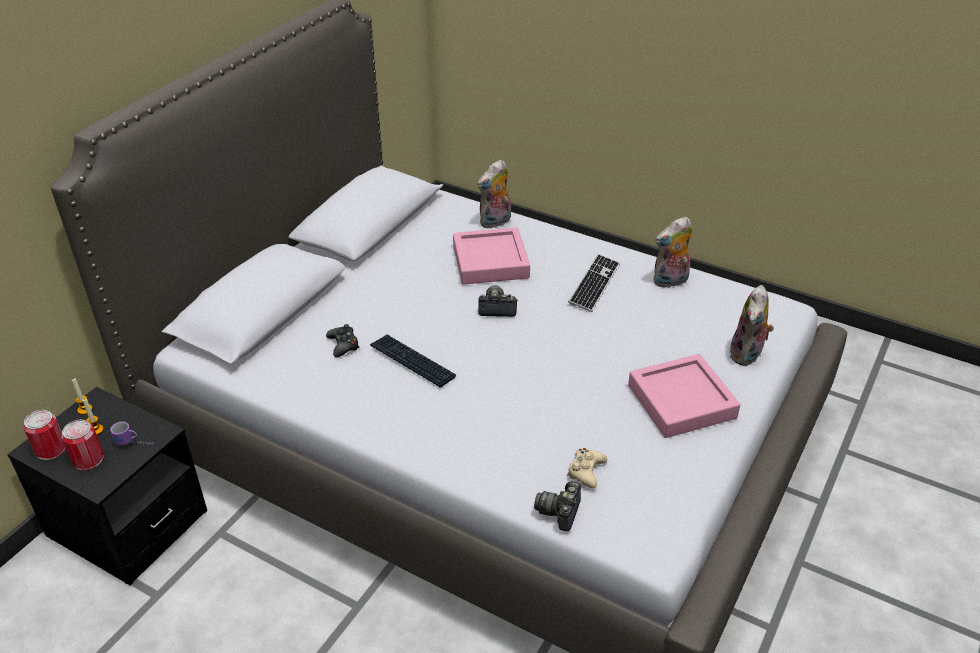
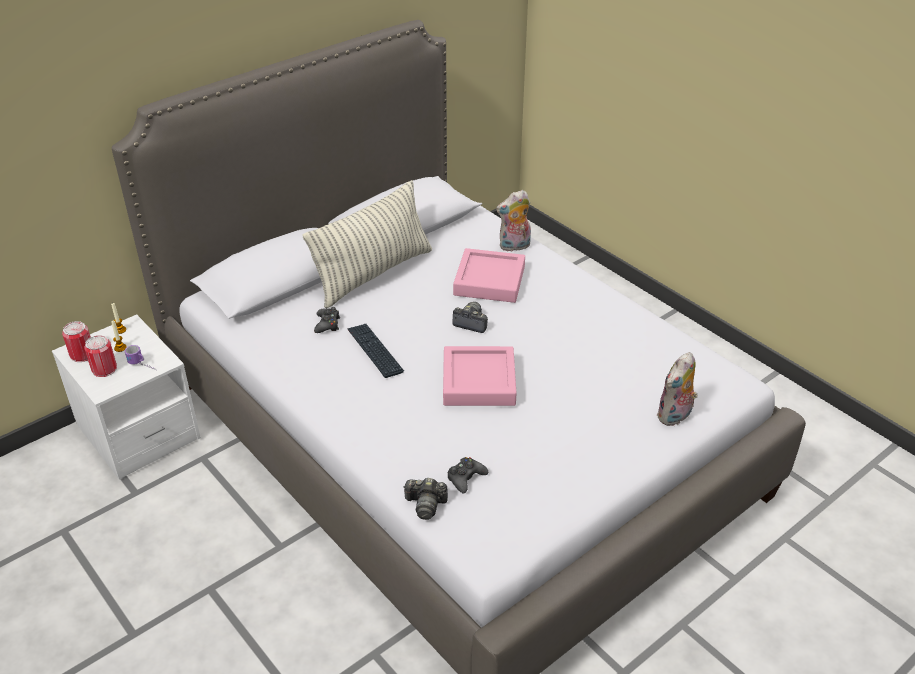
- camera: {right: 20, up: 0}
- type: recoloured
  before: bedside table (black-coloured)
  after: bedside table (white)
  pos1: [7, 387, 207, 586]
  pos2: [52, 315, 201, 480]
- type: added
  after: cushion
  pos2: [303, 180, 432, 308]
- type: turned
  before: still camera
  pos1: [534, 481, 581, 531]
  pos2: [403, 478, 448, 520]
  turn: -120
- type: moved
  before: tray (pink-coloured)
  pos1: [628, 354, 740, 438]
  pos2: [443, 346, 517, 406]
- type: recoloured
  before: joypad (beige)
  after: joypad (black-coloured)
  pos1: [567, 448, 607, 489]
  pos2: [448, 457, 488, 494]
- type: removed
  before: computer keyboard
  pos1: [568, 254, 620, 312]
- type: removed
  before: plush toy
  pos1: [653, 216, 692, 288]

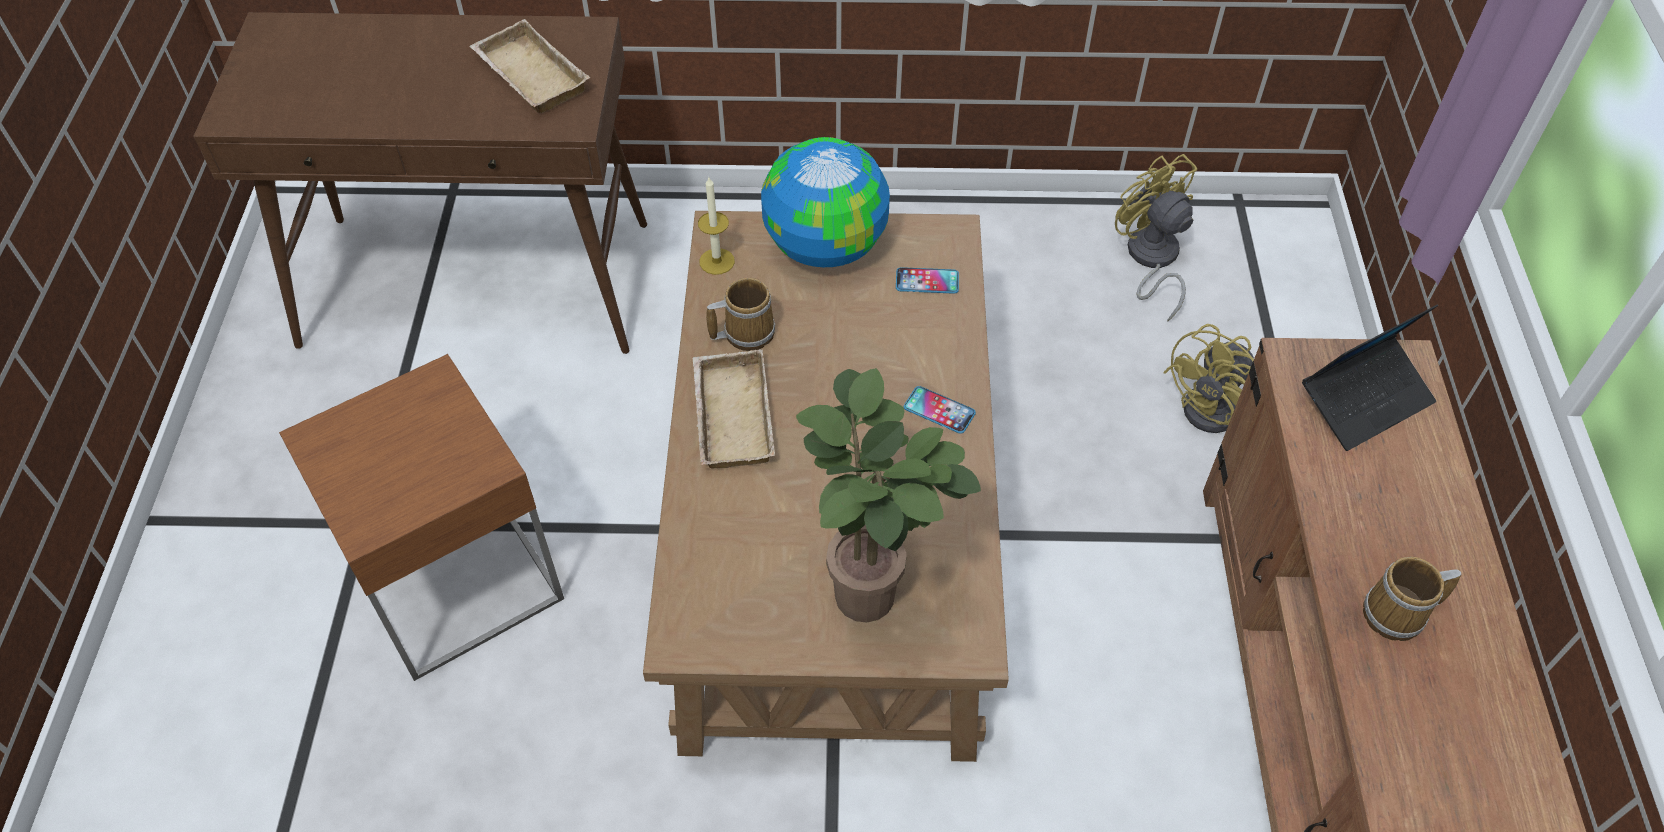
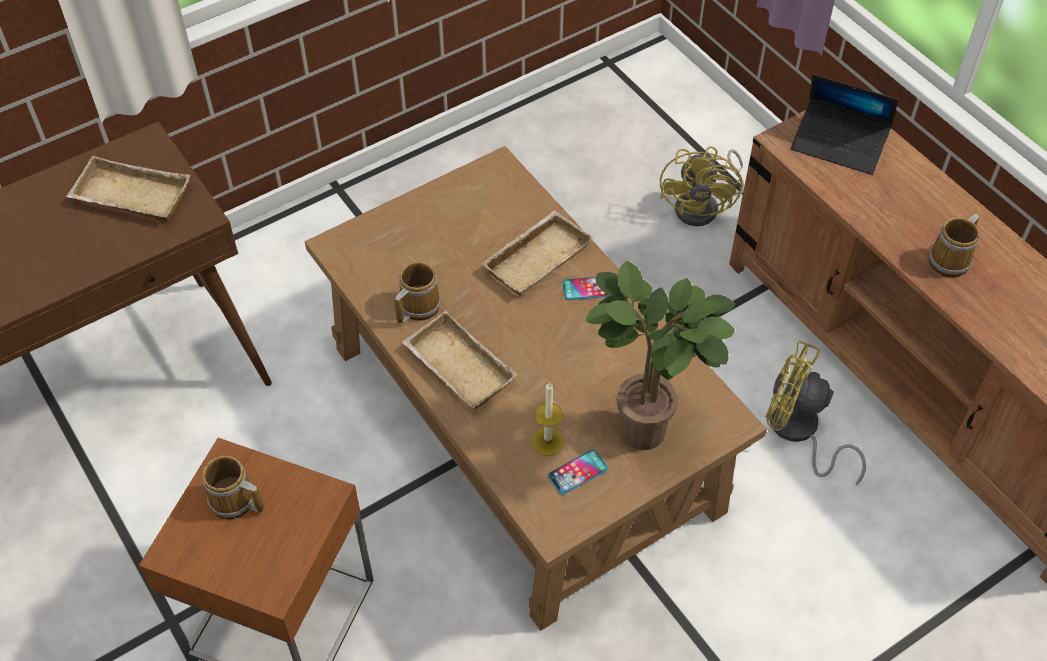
- camera: {right: -35, up: 0}
- type: added
  after: coffee mug
  pos2: [202, 456, 264, 520]
- type: added
  after: tray (beige)
  pos2: [481, 210, 593, 296]
- type: moved
  before: candle
  pos1: [698, 177, 735, 275]
  pos2: [532, 382, 564, 456]
- type: moved
  before: phone
  pos1: [896, 267, 959, 294]
  pos2: [547, 450, 608, 495]
- type: moved
  before: electric fan (yellowish)
  pos1: [1115, 154, 1197, 322]
  pos2: [765, 340, 866, 485]
- type: turned
  before: portable computer
  pos1: [1302, 304, 1438, 451]
  pos2: [791, 74, 898, 175]
  turn: 90
- type: removed
  before: desk globe
  pos1: [761, 137, 890, 267]

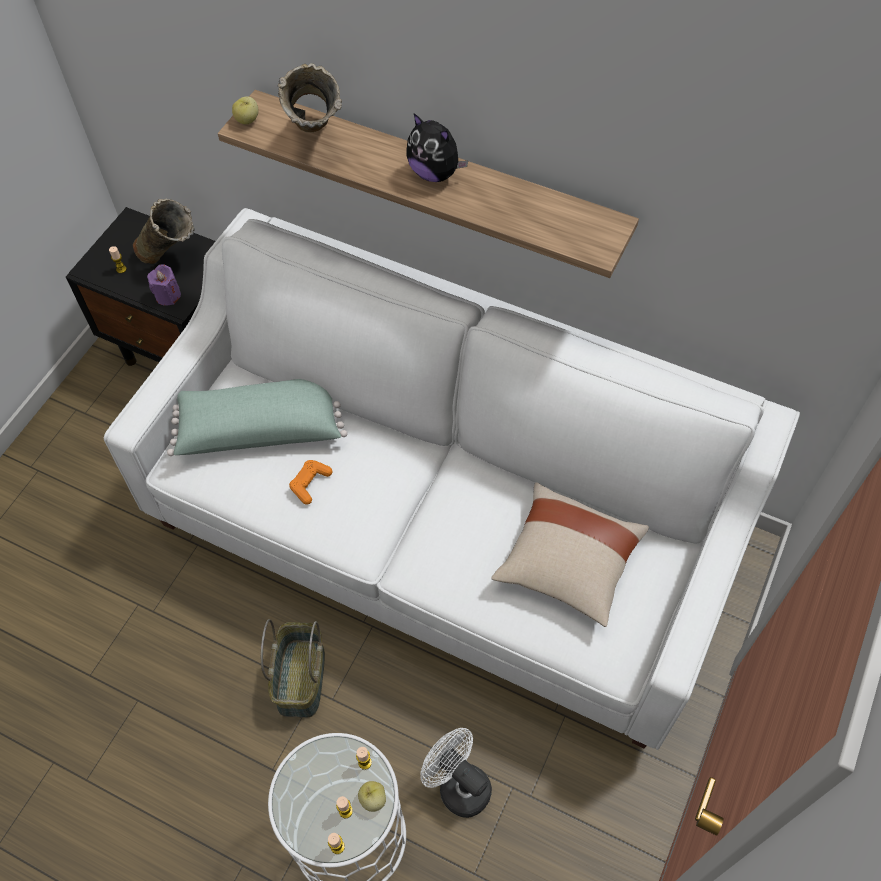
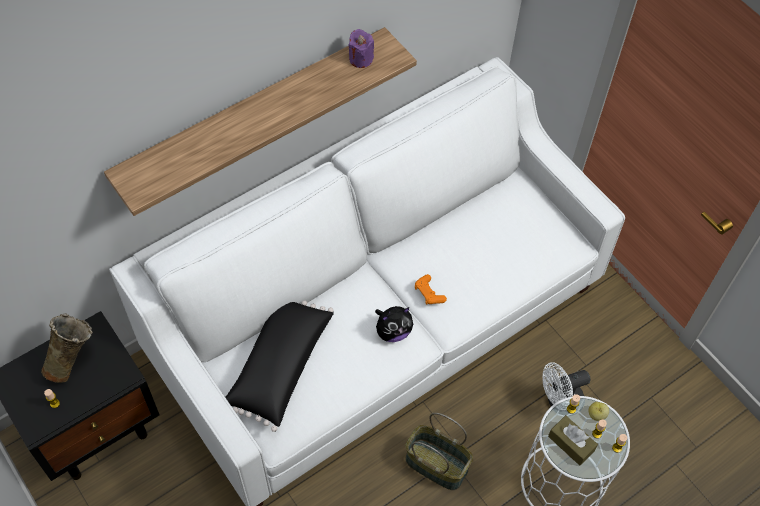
- camera: {right: -65, up: 0}
- type: recoloured
  before: cushion (green-coloured)
  after: cushion (black-coloured)
  pos1: [167, 379, 348, 456]
  pos2: [225, 301, 334, 432]
- type: moved
  before: candle (purplish)
  pos1: [147, 264, 181, 306]
  pos2: [348, 29, 374, 68]
- type: moved
  before: plush toy
  pos1: [407, 114, 468, 182]
  pos2: [375, 306, 413, 342]
- type: moved
  before: joypad (orange-coloured)
  pos1: [289, 460, 333, 505]
  pos2: [415, 274, 447, 305]
- type: added
  after: tissue box (brown-coloured)
  pos2: [548, 415, 598, 466]
- type: removed
  before: apple fruit
  pos1: [232, 96, 259, 124]
- type: removed
  before: flower vase (beige)
  pos1: [278, 63, 342, 132]
- type: removed
  before: cushion (beige)
  pos1: [491, 482, 649, 627]

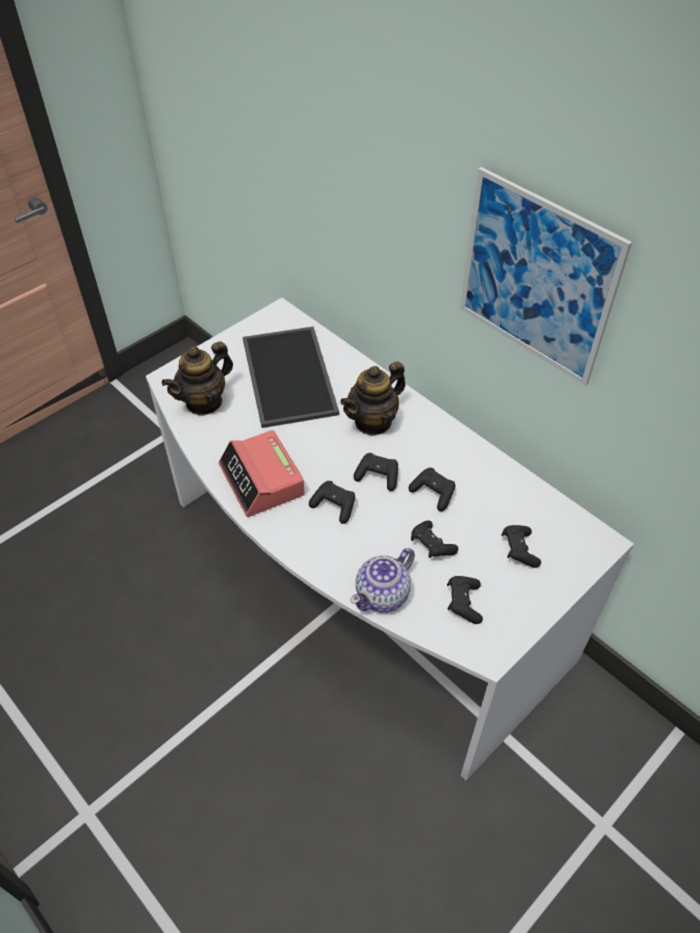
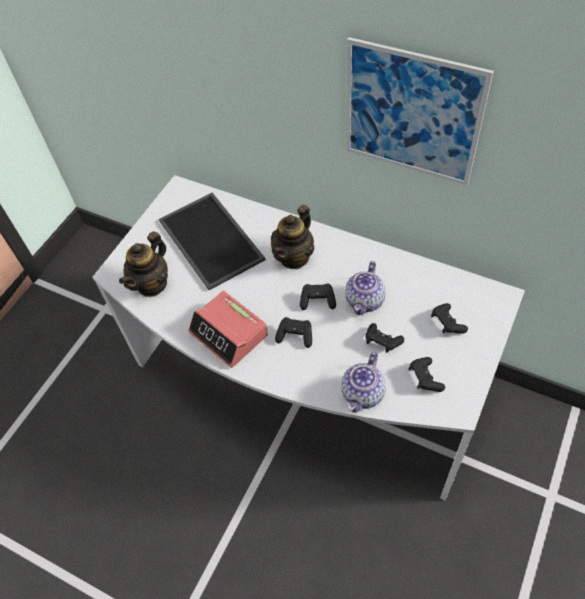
- camera: {right: -15, up: 5}
- type: replaced
  before: joypad (black-coloured)
  after: pot for tea
  pos1: [409, 468, 455, 511]
  pos2: [345, 261, 386, 315]

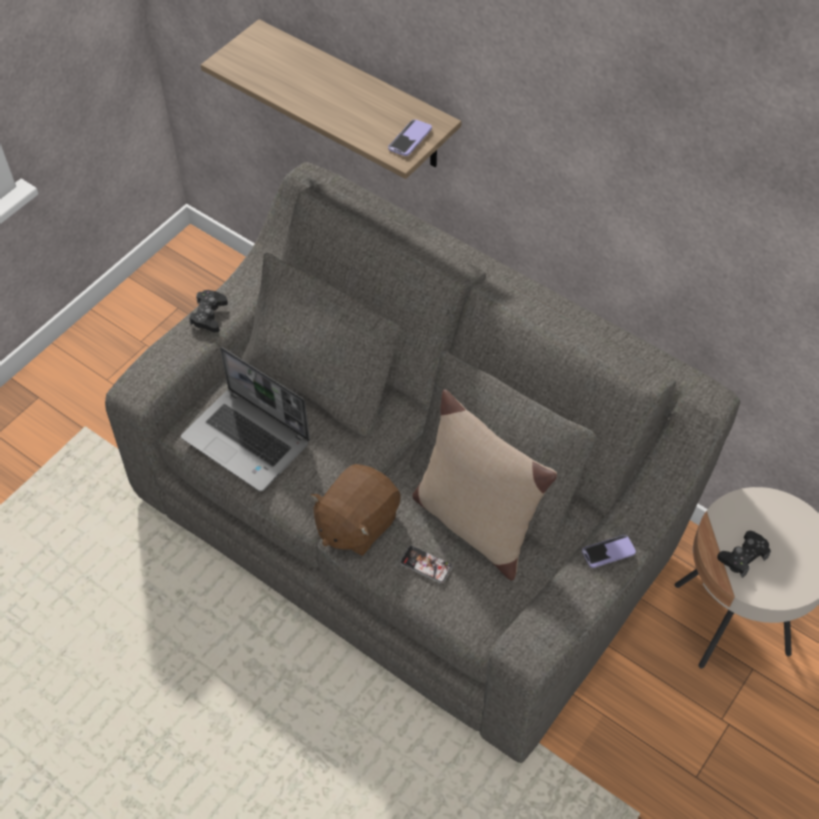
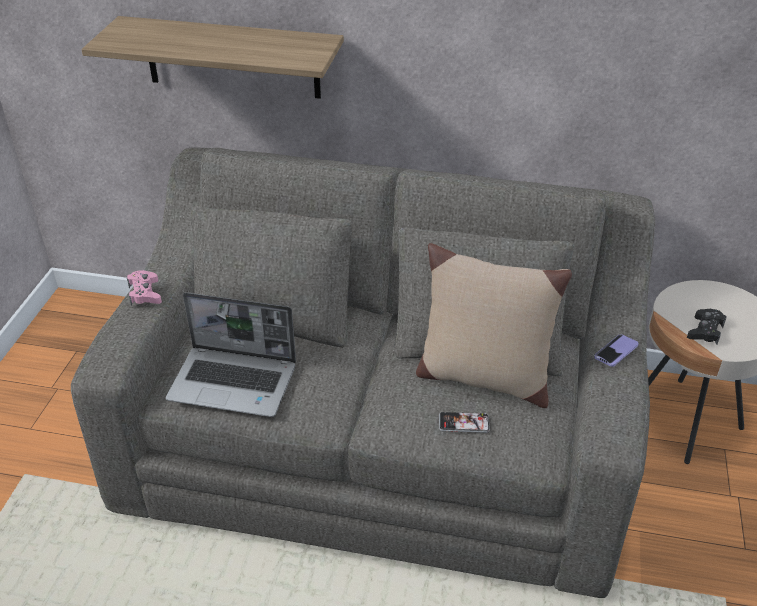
- camera: {right: -25, up: -15}
- type: recoloured
  before: joypad (black-coloured)
  after: joypad (pink-coloured)
  pos1: [189, 290, 228, 332]
  pos2: [127, 270, 162, 305]
- type: removed
  before: plush toy (brown-coloured)
  pos1: [311, 464, 401, 556]
- type: removed
  before: phone
  pos1: [388, 120, 432, 156]

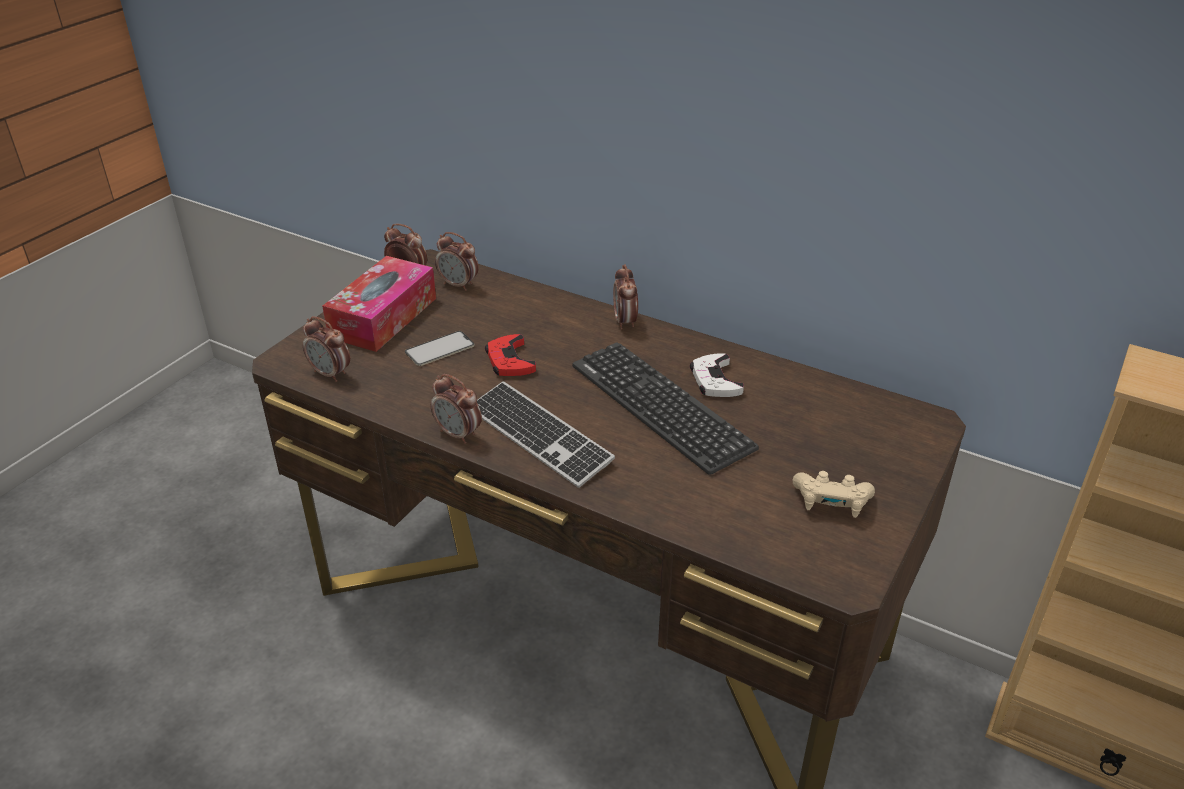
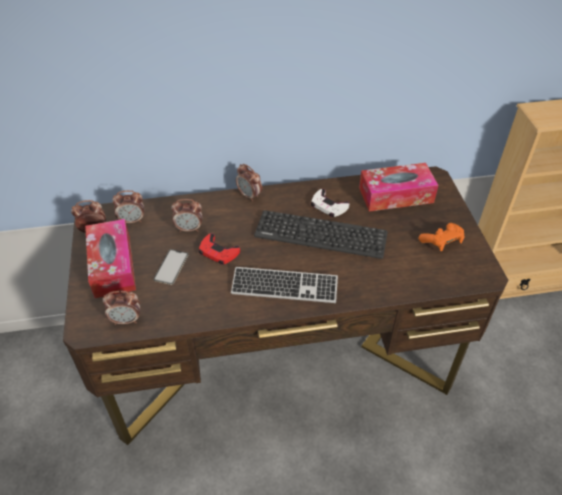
- camera: {right: -40, up: 10}
- type: moved
  before: bedside clock
  pos1: [431, 374, 482, 444]
  pos2: [171, 199, 202, 232]
- type: added
  after: tissue box
  pos2: [359, 163, 439, 212]
- type: recoloured
  before: joypad (beige)
  after: joypad (orange-coloured)
  pos1: [793, 471, 875, 518]
  pos2: [419, 223, 465, 251]

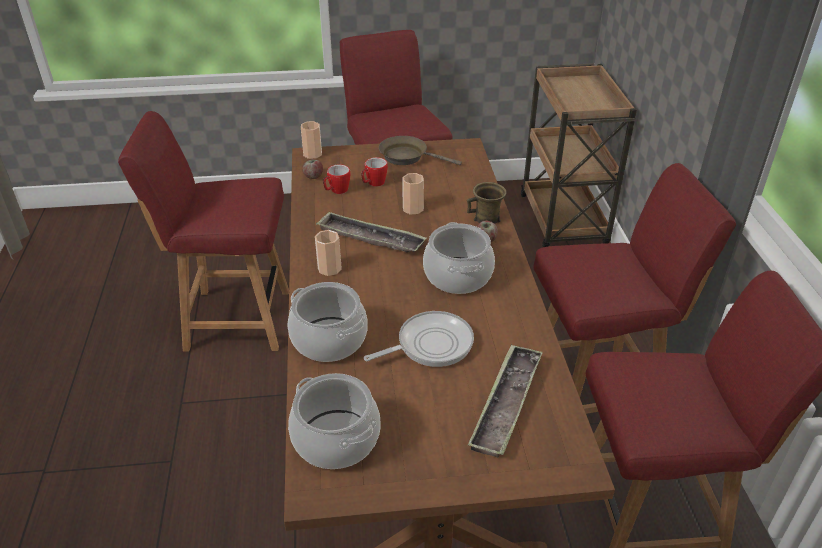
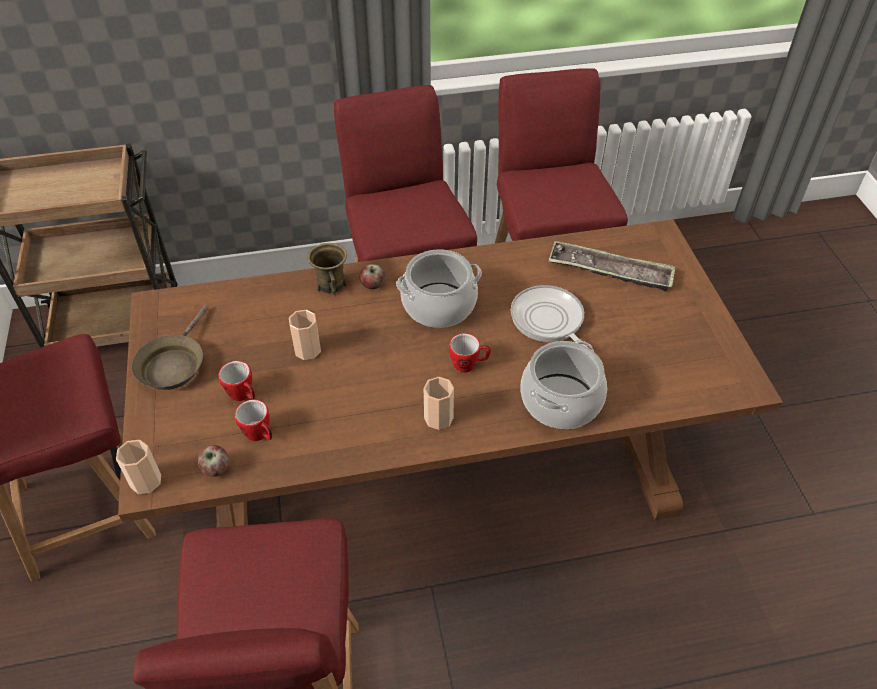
- camera: {right: -95, up: 10}
- type: added
  after: coffee mug
  pos2: [449, 333, 491, 373]
- type: removed
  before: stockpot
  pos1: [288, 373, 381, 469]
- type: removed
  before: tray
  pos1: [316, 212, 427, 253]

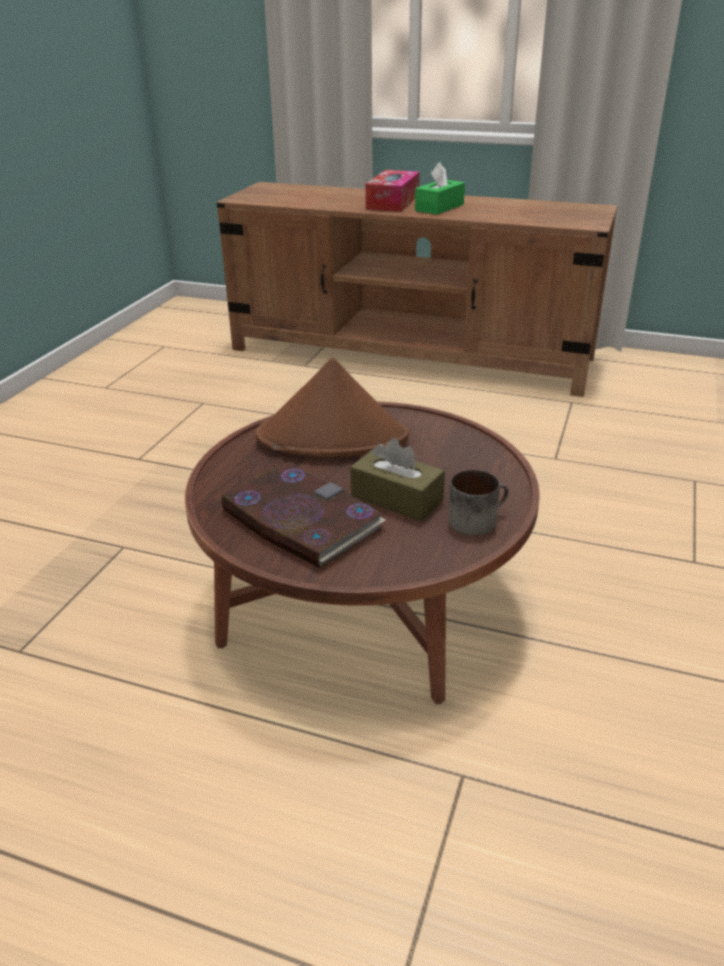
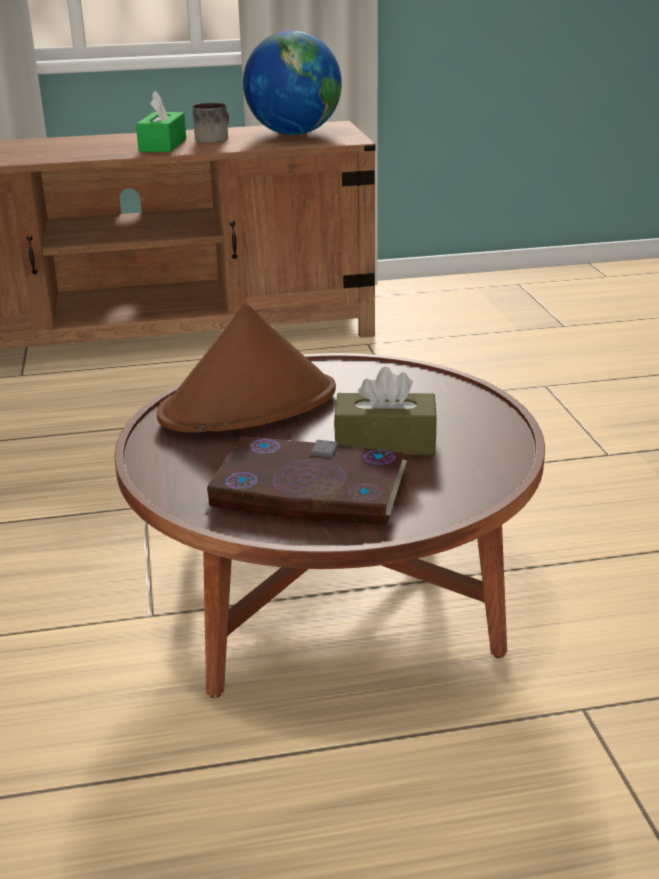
- camera: {right: -30, up: -5}
- type: moved
  before: coffee mug
  pos1: [448, 470, 509, 535]
  pos2: [192, 103, 229, 143]
- type: added
  after: desk globe
  pos2: [243, 30, 342, 135]
- type: removed
  before: tissue box
  pos1: [365, 170, 419, 212]

